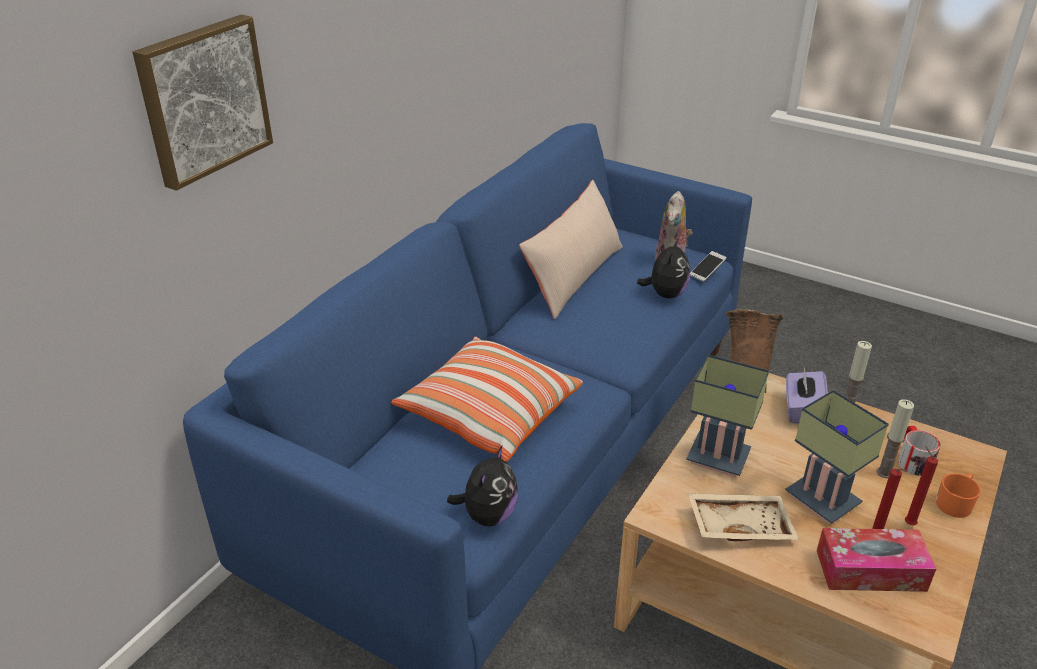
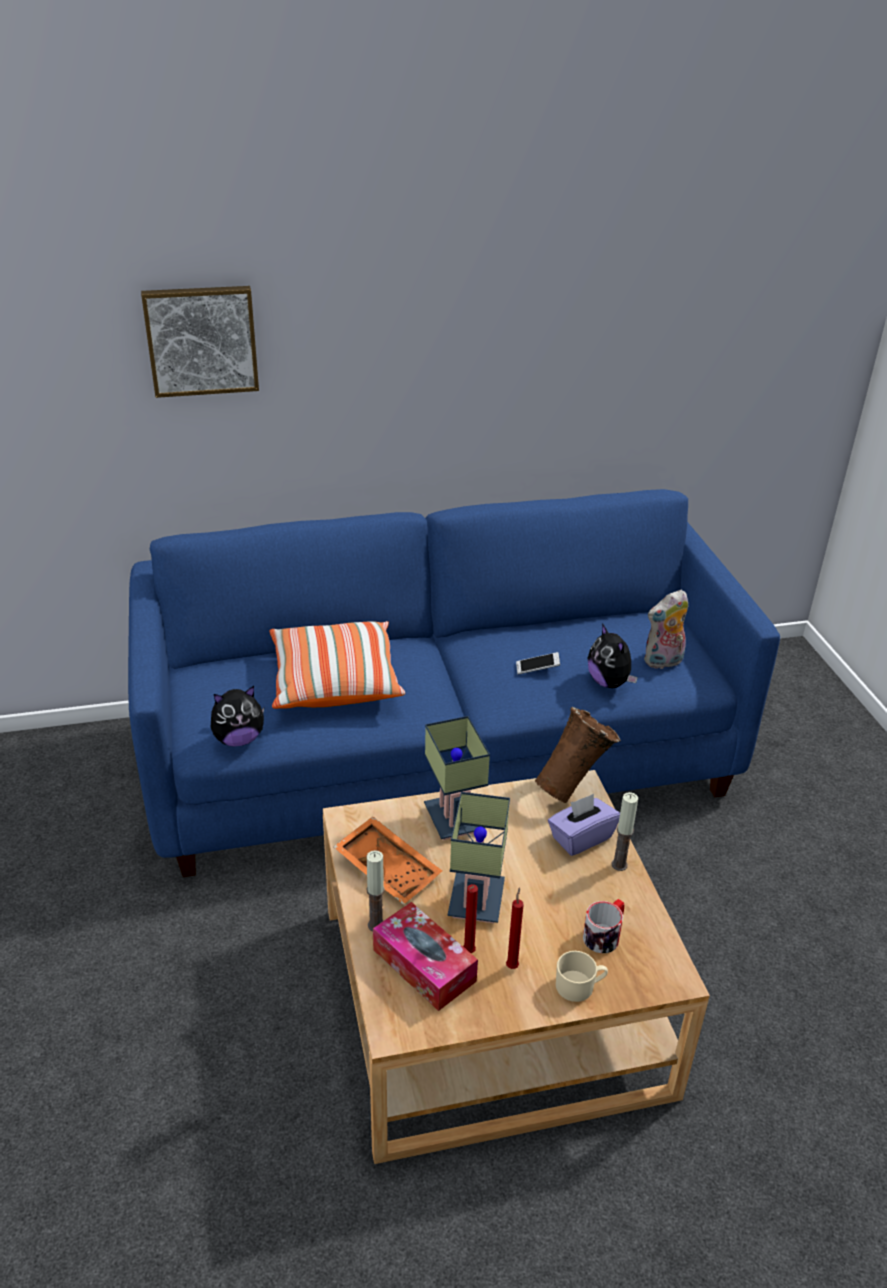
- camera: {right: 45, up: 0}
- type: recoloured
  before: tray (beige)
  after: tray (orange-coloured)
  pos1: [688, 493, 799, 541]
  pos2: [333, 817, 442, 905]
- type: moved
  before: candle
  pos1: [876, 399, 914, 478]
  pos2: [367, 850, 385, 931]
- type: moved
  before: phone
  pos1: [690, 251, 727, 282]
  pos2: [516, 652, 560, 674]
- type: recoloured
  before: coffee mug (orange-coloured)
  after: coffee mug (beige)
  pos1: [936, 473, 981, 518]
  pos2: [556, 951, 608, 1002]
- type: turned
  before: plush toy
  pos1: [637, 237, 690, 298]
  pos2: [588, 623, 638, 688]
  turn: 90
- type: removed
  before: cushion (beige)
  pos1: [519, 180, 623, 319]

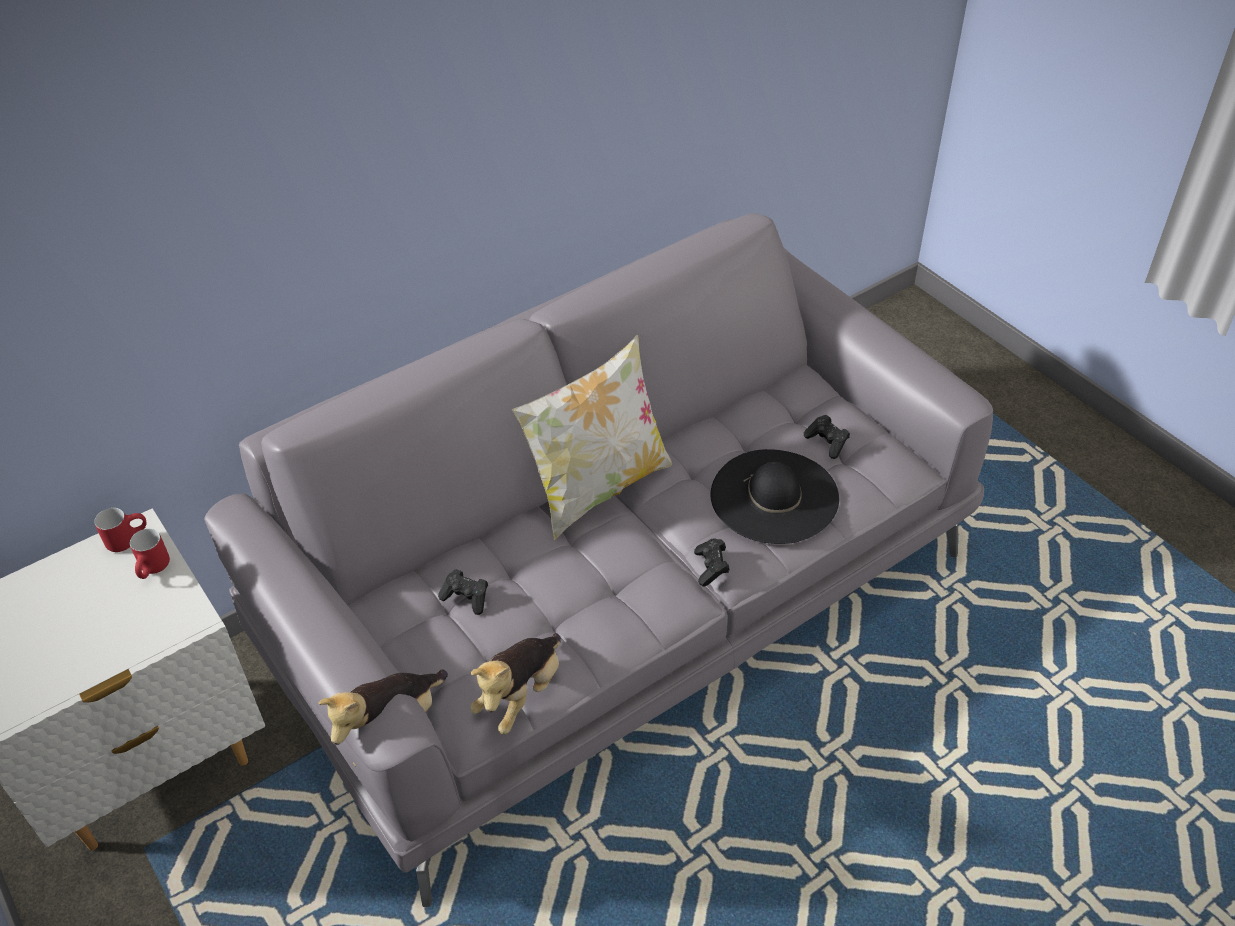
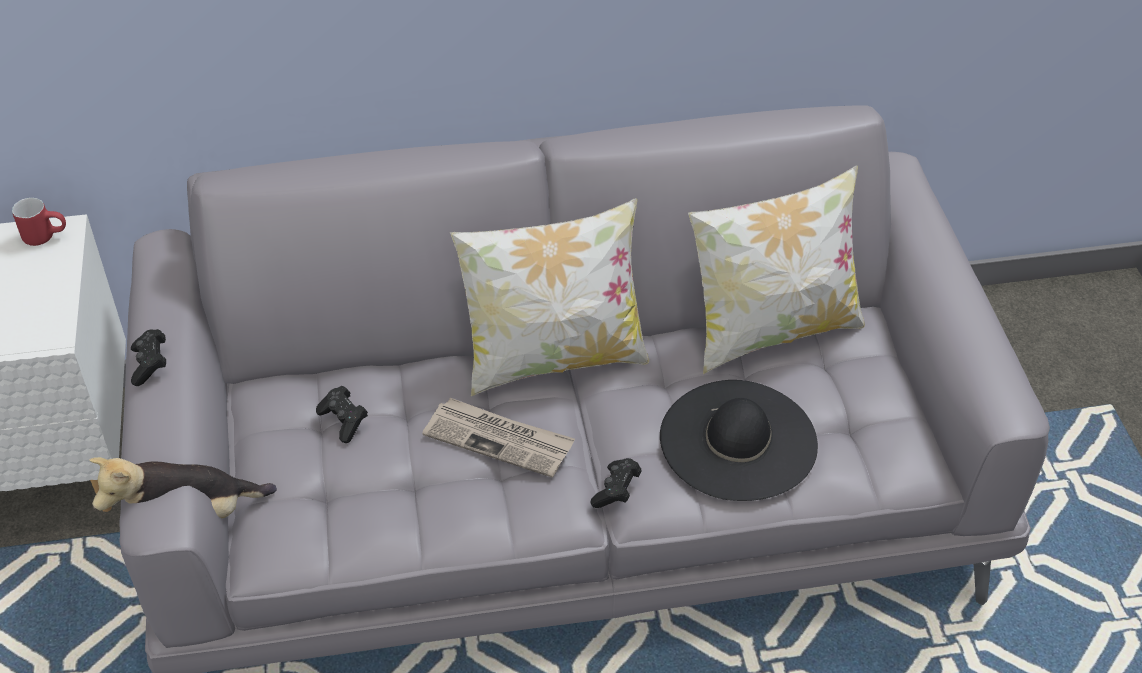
- camera: {right: 25, up: 0}
- type: moved
  before: joypad (black-coloured)
  pos1: [804, 415, 850, 459]
  pos2: [131, 329, 166, 386]
- type: added
  after: daily paper
  pos2: [422, 398, 575, 477]
- type: added
  after: cushion
  pos2: [688, 166, 865, 374]
- type: removed
  before: coffee mug (red)
  pos1: [130, 529, 170, 579]
- type: removed
  before: plush toy
  pos1: [470, 633, 561, 734]

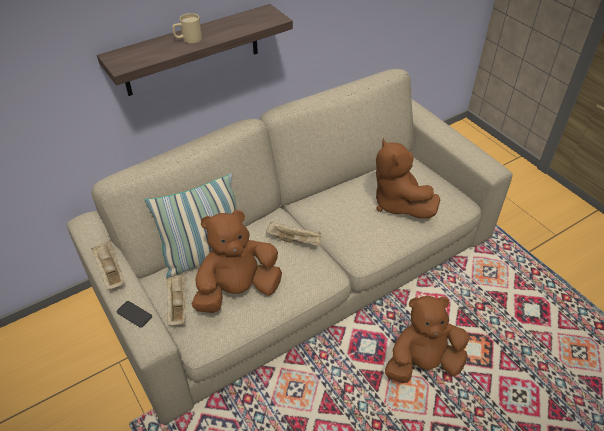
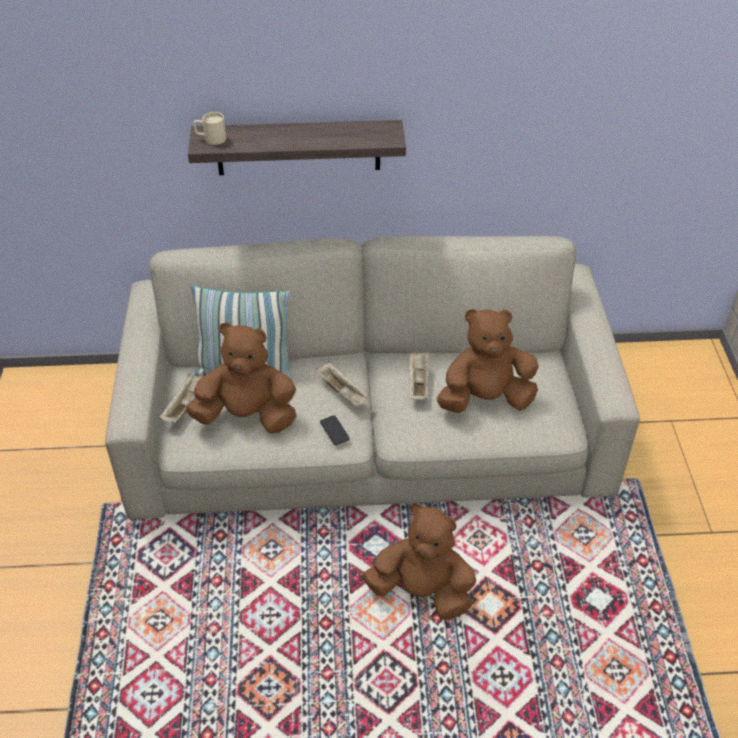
- camera: {right: 30, up: 0}
- type: moved
  before: coffee mug (beige)
  pos1: [172, 13, 202, 43]
  pos2: [193, 112, 226, 145]
- type: moved
  before: phone
  pos1: [117, 301, 152, 328]
  pos2: [320, 415, 350, 445]
- type: moved
  before: tray (beige)
  pos1: [91, 240, 125, 289]
  pos2: [409, 352, 430, 400]
- type: turned
  before: plush toy (brown-coloured)
  pos1: [376, 138, 440, 218]
  pos2: [437, 309, 539, 413]
  turn: 75

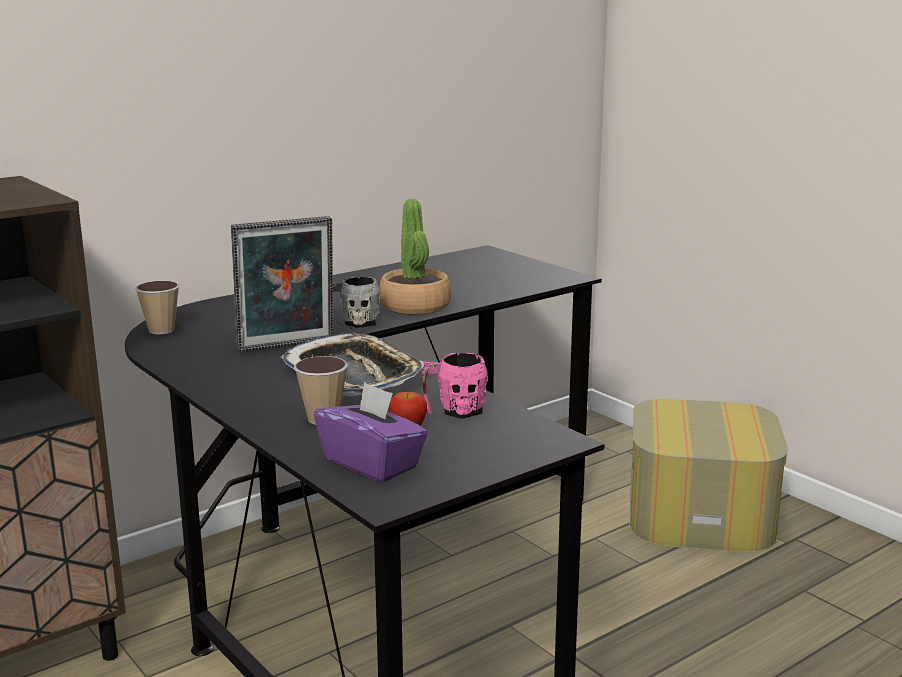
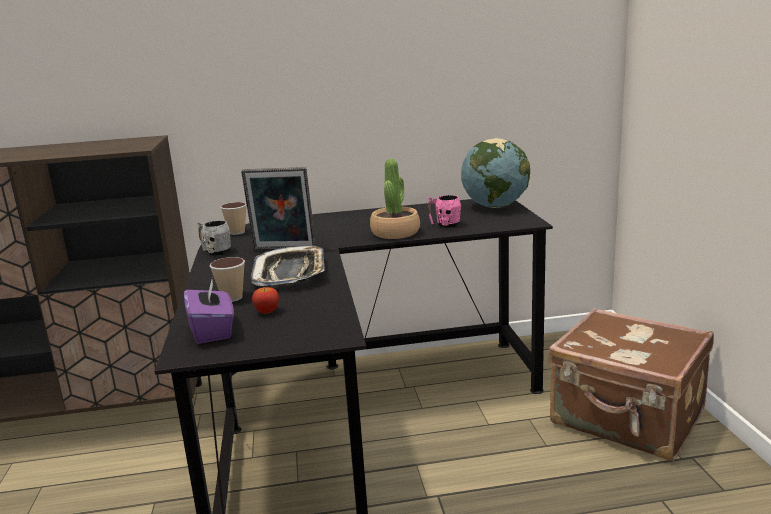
- camera: {right: 30, up: 0}
- type: moved
  before: coffee mug (gray)
  pos1: [333, 277, 380, 328]
  pos2: [197, 220, 231, 255]
- type: moved
  before: coffee mug (pink-coloured)
  pos1: [422, 353, 488, 419]
  pos2: [428, 195, 461, 228]
- type: added
  after: desk globe
  pos2: [461, 138, 530, 208]
- type: replaced
  before: ottoman
  after: piece of luggage (brown-coloured)
  pos1: [630, 399, 788, 552]
  pos2: [548, 308, 714, 461]

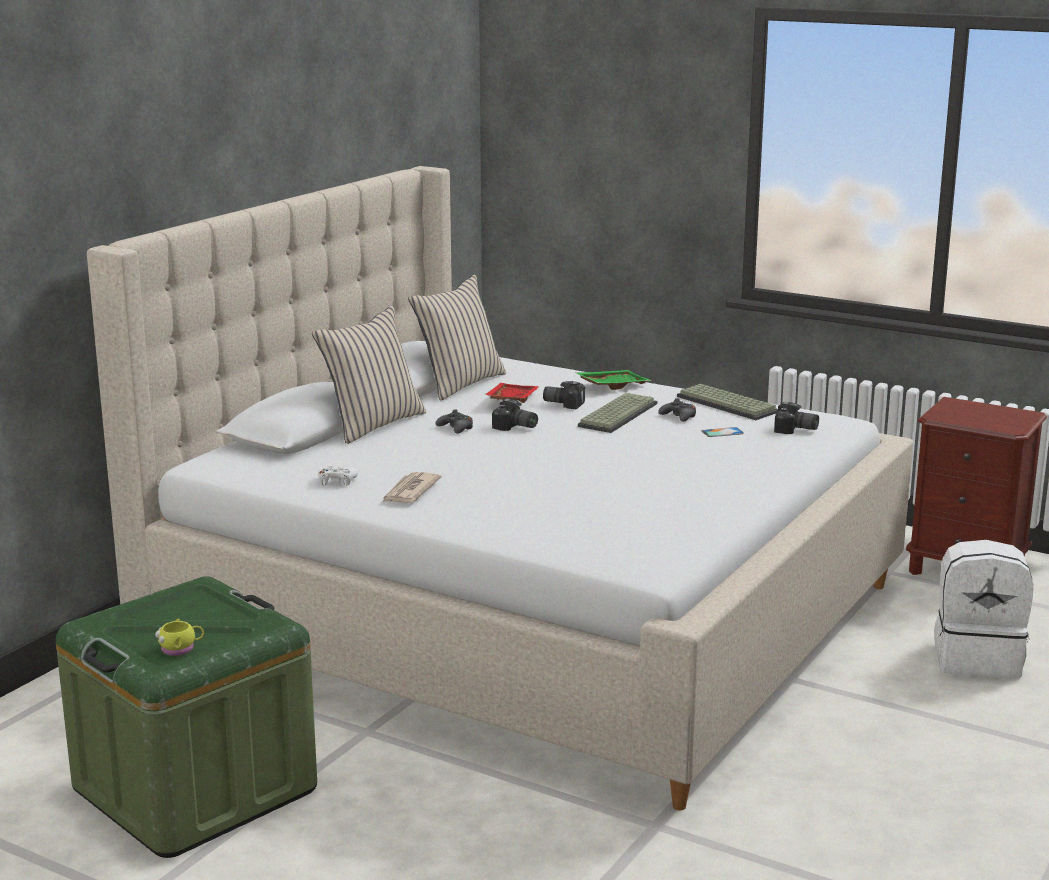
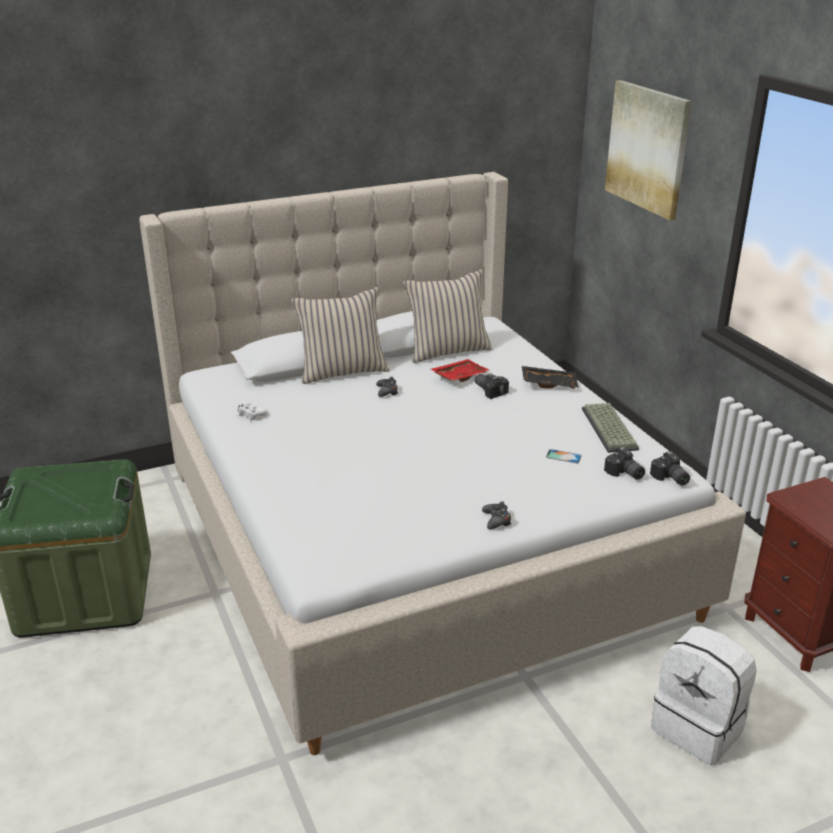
- camera: {right: 35, up: 10}
- type: moved
  before: joypad (black-coloured)
  pos1: [658, 398, 696, 422]
  pos2: [482, 501, 511, 529]
- type: recoloured
  before: tray (green-coloured)
  after: tray (black-coloured)
  pos1: [575, 370, 651, 390]
  pos2: [522, 366, 579, 389]
- type: added
  after: picture
  pos2: [605, 80, 692, 220]
- type: moved
  before: still camera
  pos1: [492, 399, 538, 431]
  pos2: [650, 451, 690, 486]
- type: removed
  before: coffee mug (yellowish)
  pos1: [155, 618, 204, 656]
- type: removed
  before: daily paper
  pos1: [382, 472, 442, 503]
- type: removed
  before: computer keyboard
  pos1: [578, 393, 657, 433]

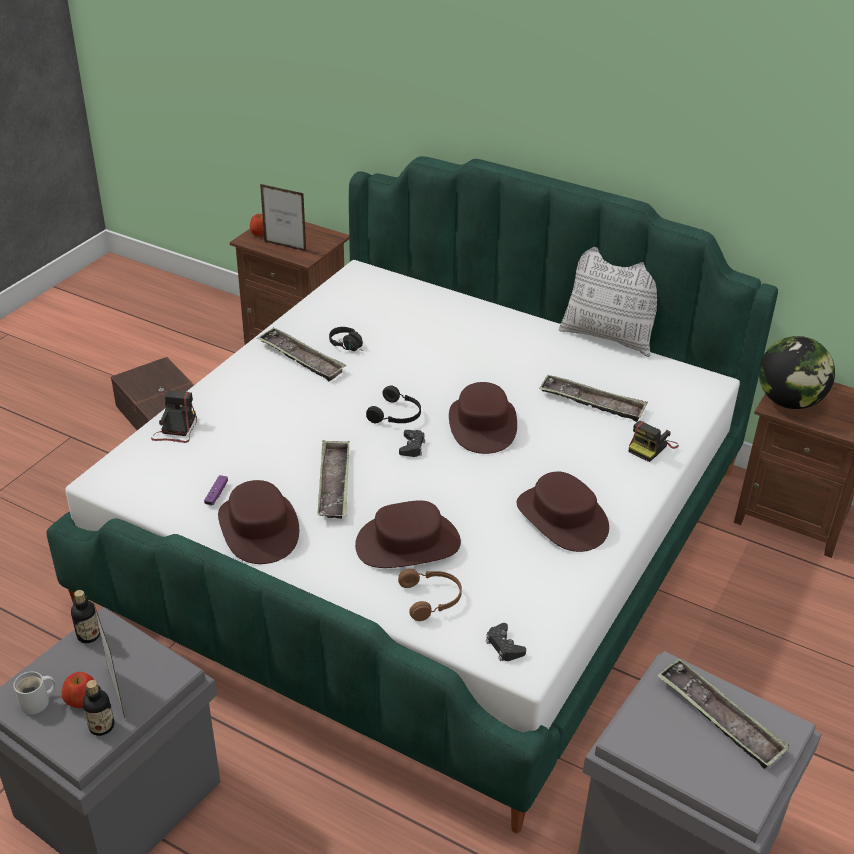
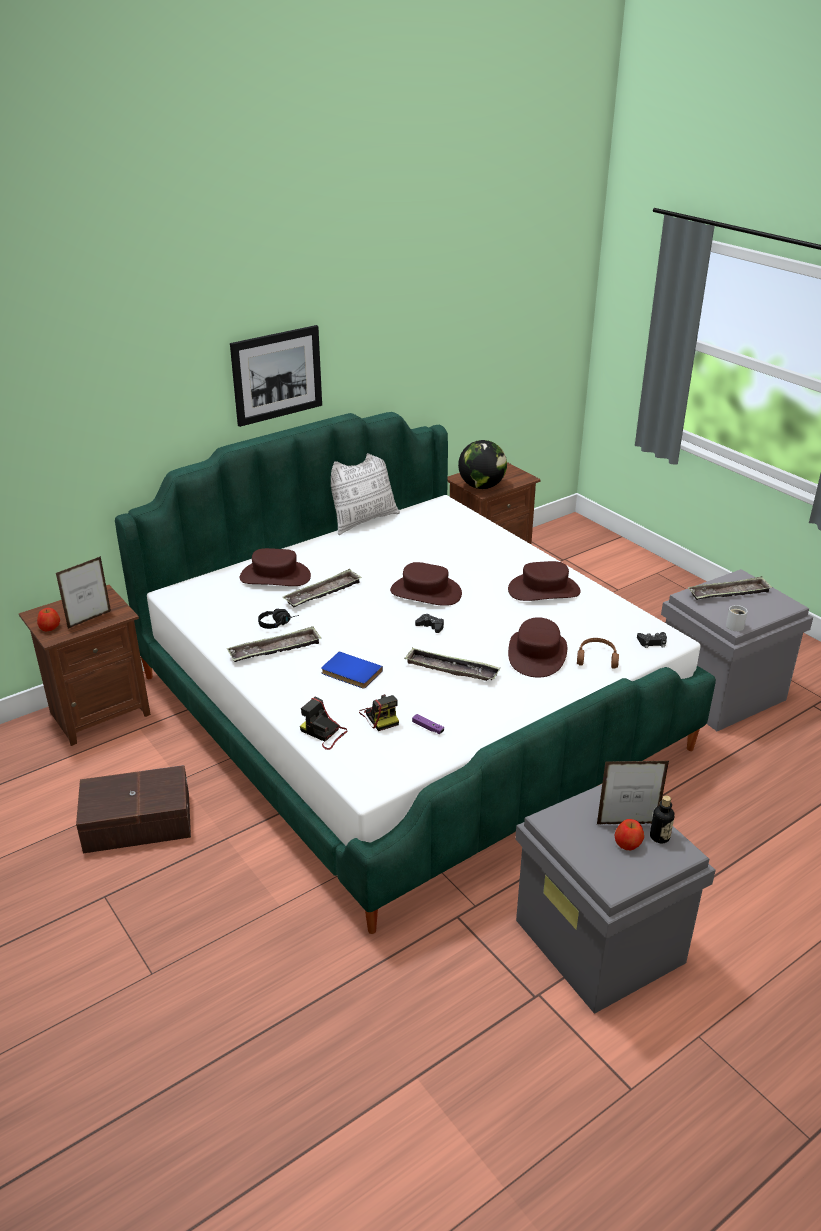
- camera: {right: -65, up: -5}
- type: added
  after: picture
  pos2: [230, 325, 322, 427]
- type: moved
  before: clothing hat (brown-coloured)
  pos1: [218, 480, 299, 564]
  pos2: [240, 548, 311, 586]
- type: moved
  before: tray
  pos1: [539, 375, 648, 422]
  pos2: [283, 569, 362, 607]
- type: added
  after: book (blue)
  pos2: [321, 651, 383, 688]
- type: moved
  before: still camera
  pos1: [629, 421, 679, 462]
  pos2: [359, 694, 399, 731]
- type: moved
  before: coffee mug (white)
  pos1: [13, 671, 56, 715]
  pos2: [726, 605, 748, 631]
- type: removed
  before: bottle
  pos1: [71, 590, 100, 643]
- type: removed
  before: pair of headphones (black-coloured)
  pos1: [366, 385, 421, 423]

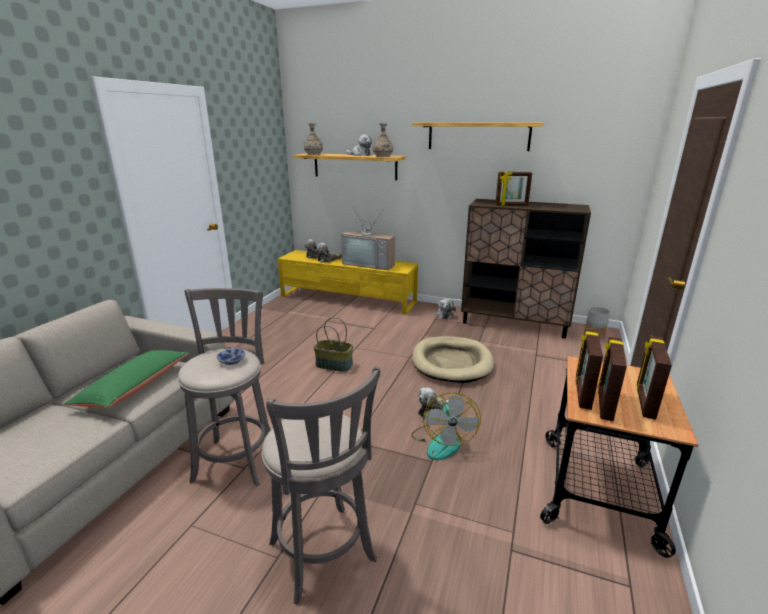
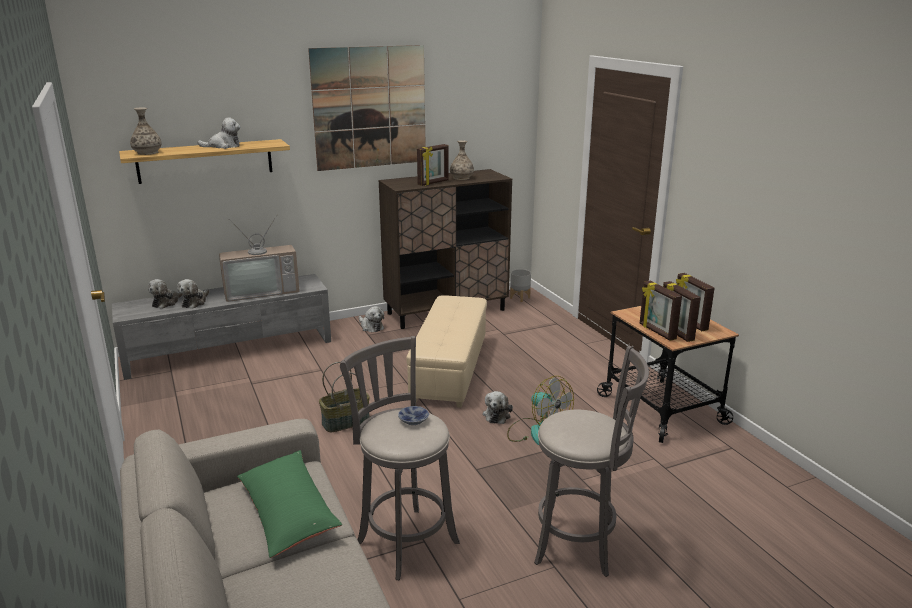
- camera: {right: -45, up: 0}
- type: recoloured
  before: tv stand (yellowish)
  after: tv stand (gray)
  pos1: [278, 250, 418, 315]
  pos2: [112, 274, 331, 380]
- type: replaced
  before: bracket shelf
  after: picture
  pos1: [412, 122, 543, 151]
  pos2: [308, 45, 426, 171]
- type: replaced
  before: dog cushion (beige)
  after: ottoman (beige)
  pos1: [412, 336, 494, 383]
  pos2: [406, 295, 487, 408]
- type: moved
  before: flower vase
  pos1: [373, 123, 393, 157]
  pos2: [450, 140, 474, 180]

